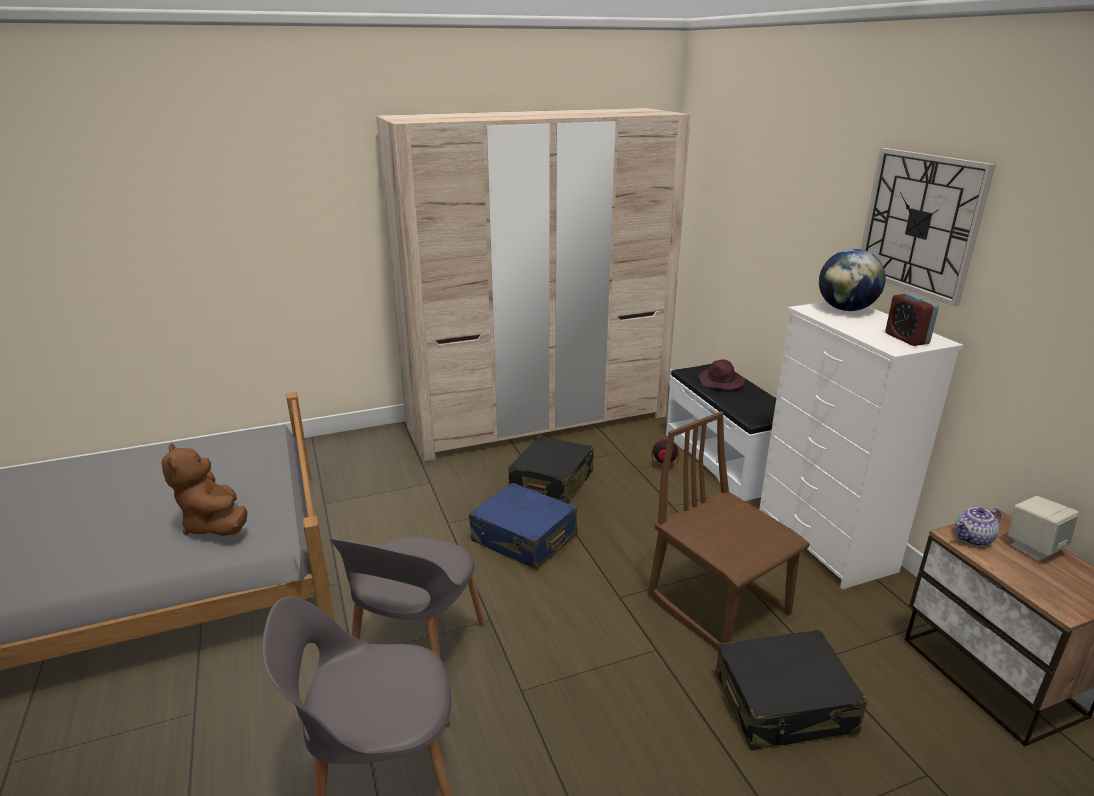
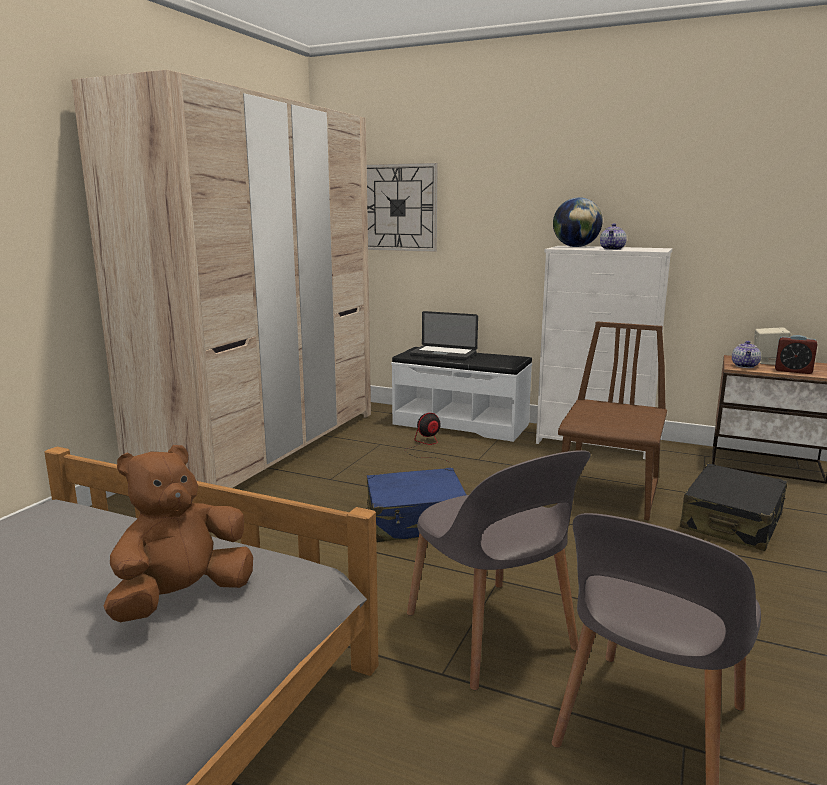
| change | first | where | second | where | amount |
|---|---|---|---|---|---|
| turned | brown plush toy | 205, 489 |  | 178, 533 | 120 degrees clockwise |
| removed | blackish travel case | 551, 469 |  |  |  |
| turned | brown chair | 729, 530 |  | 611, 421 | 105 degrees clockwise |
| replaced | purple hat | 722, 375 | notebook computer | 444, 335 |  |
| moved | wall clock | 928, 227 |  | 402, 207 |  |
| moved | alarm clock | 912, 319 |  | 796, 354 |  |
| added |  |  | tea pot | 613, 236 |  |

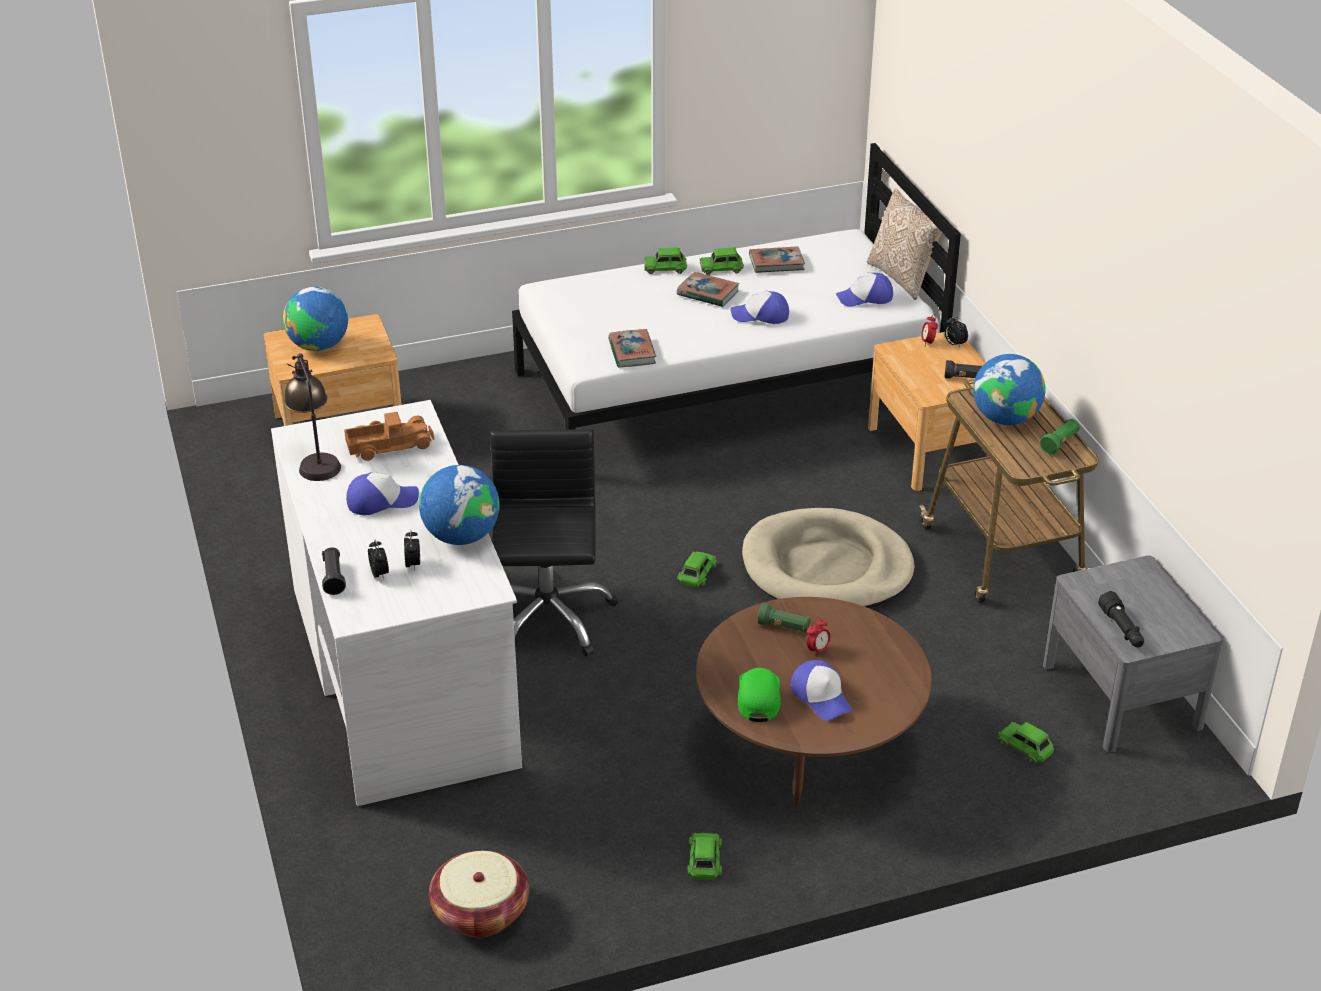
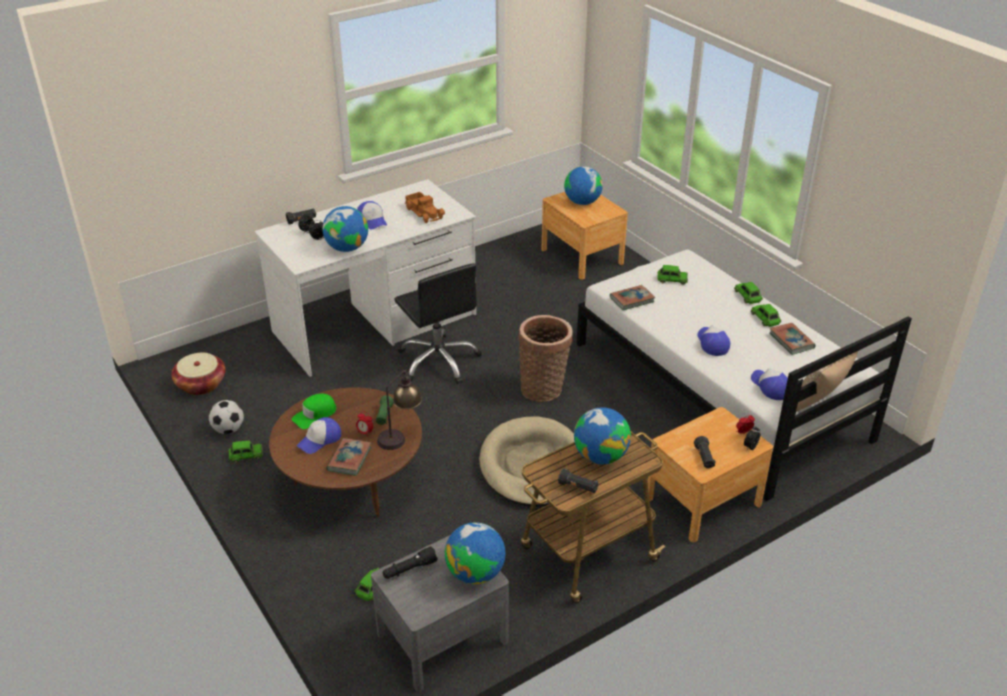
| change | first | where | second | where | amount |
|---|---|---|---|---|---|
| moved | tabletop lamp | 312, 417 |  | 399, 409 |  |
| turned | blackish desk chair | 554, 543 |  | 438, 323 | 75 degrees clockwise |
| moved | volume | 708, 289 |  | 349, 457 |  |
| moved | green model car | 697, 569 |  | 672, 275 |  |
| turned | green baseball cap | 759, 695 |  | 314, 411 | 150 degrees clockwise |
| recoloured | green torch | 1060, 436 | blackish torch | 578, 480 |  |
| added |  |  | football ball | 226, 417 |  |
| added |  |  | desk globe | 475, 553 |  |
| added |  |  | household basket | 545, 358 |  |

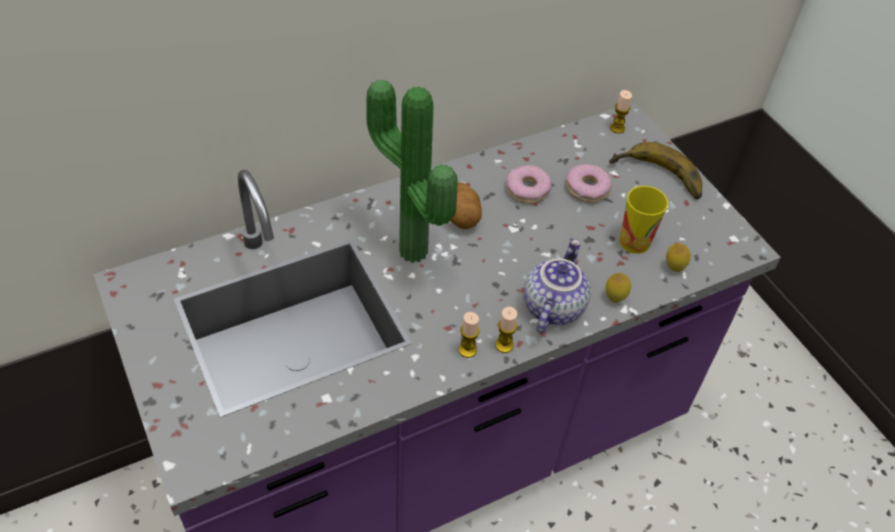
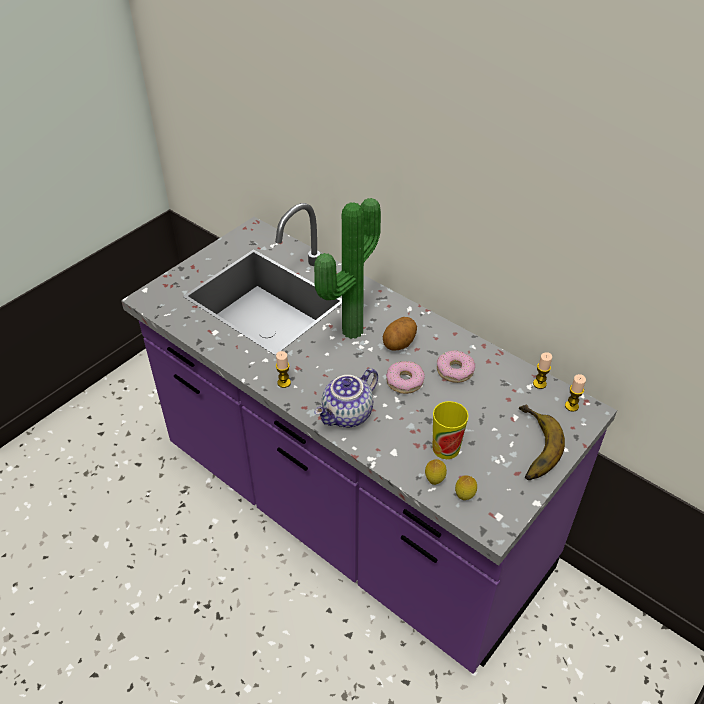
| change | first | where | second | where | amount |
|---|---|---|---|---|---|
| moved | wax light | 506, 330 |  | 542, 370 |  |
| turned | tea pot | 557, 286 |  | 346, 397 | 135 degrees clockwise |
| moved | ring doughnut | 589, 183 |  | 405, 377 |  |
| moved | lemon | 618, 288 |  | 466, 487 |  |

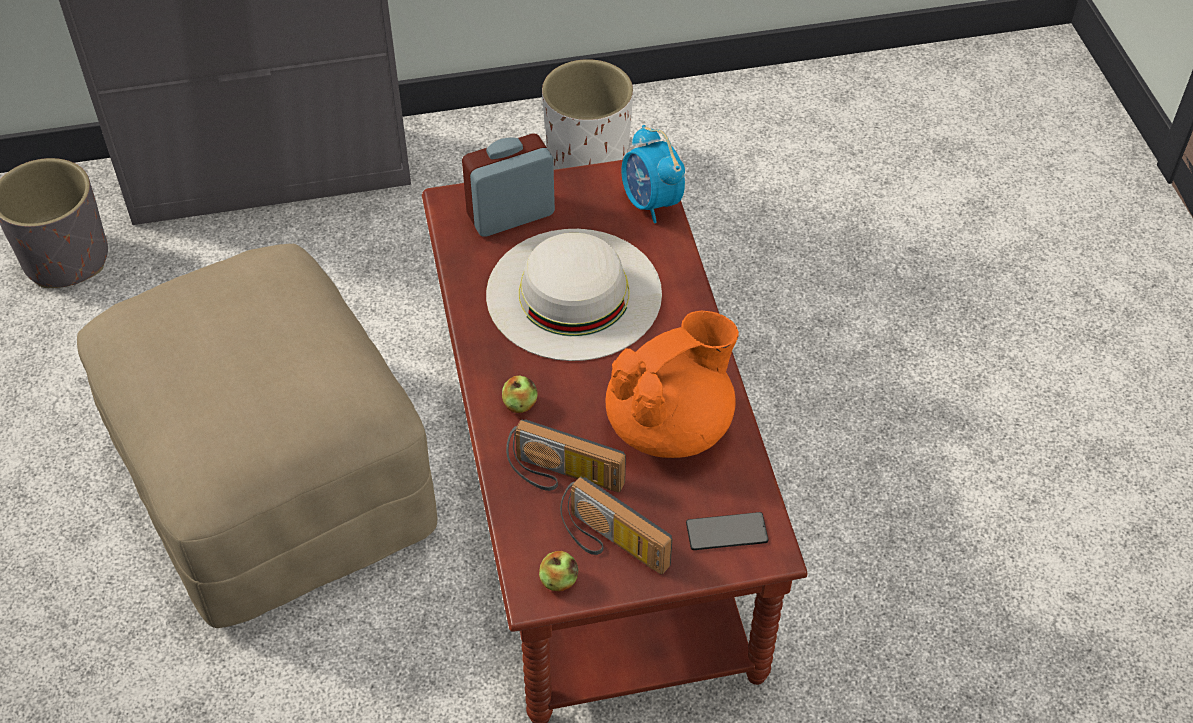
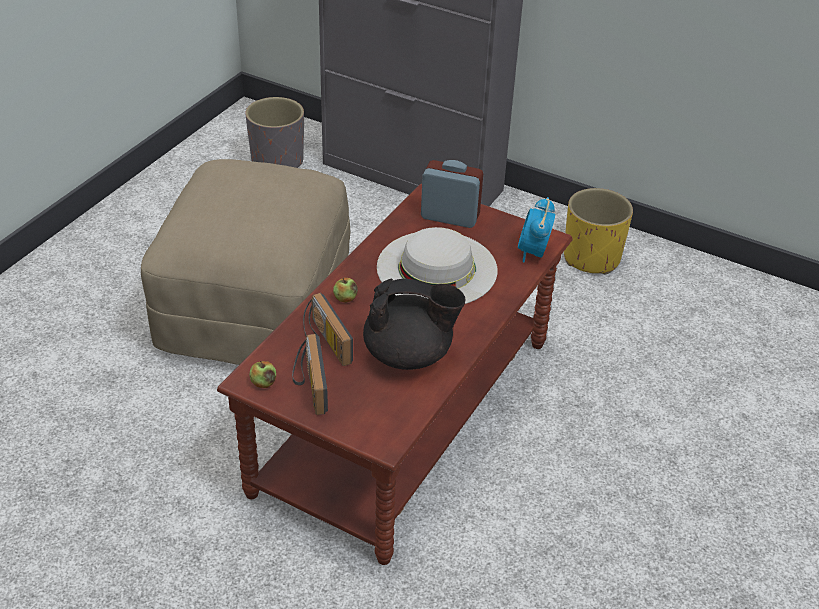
| change | first | where | second | where | amount |
|---|---|---|---|---|---|
| recoloured | white-coloured planter | 587, 114 | yellow-coloured planter | 598, 231 |  |
| recoloured | orange-coloured tea pot | 672, 384 | blackish tea pot | 414, 324 |  |
| removed | phone | 727, 531 |  |  |  |

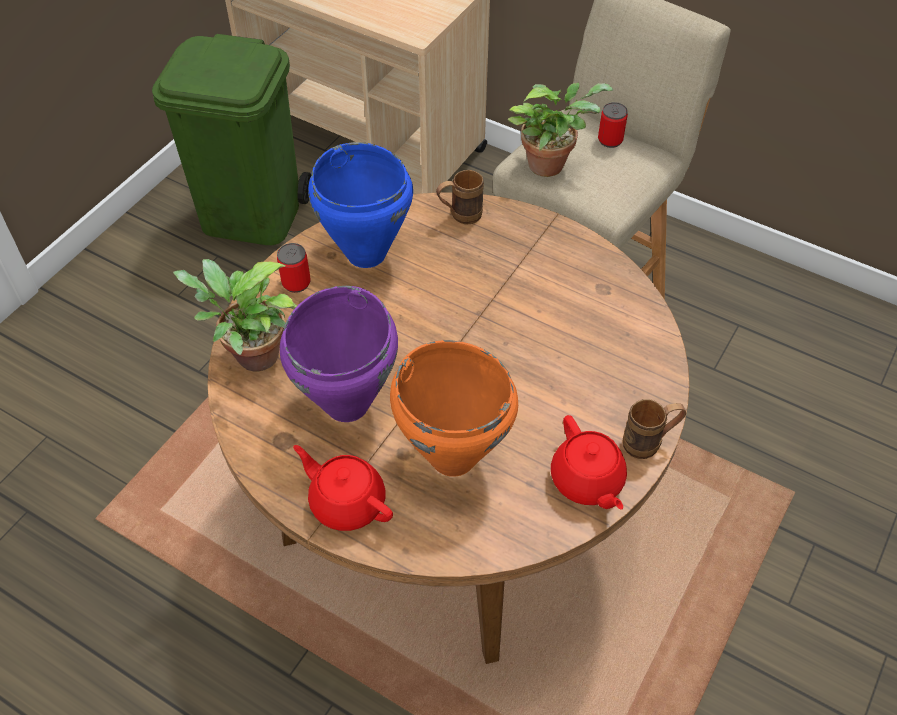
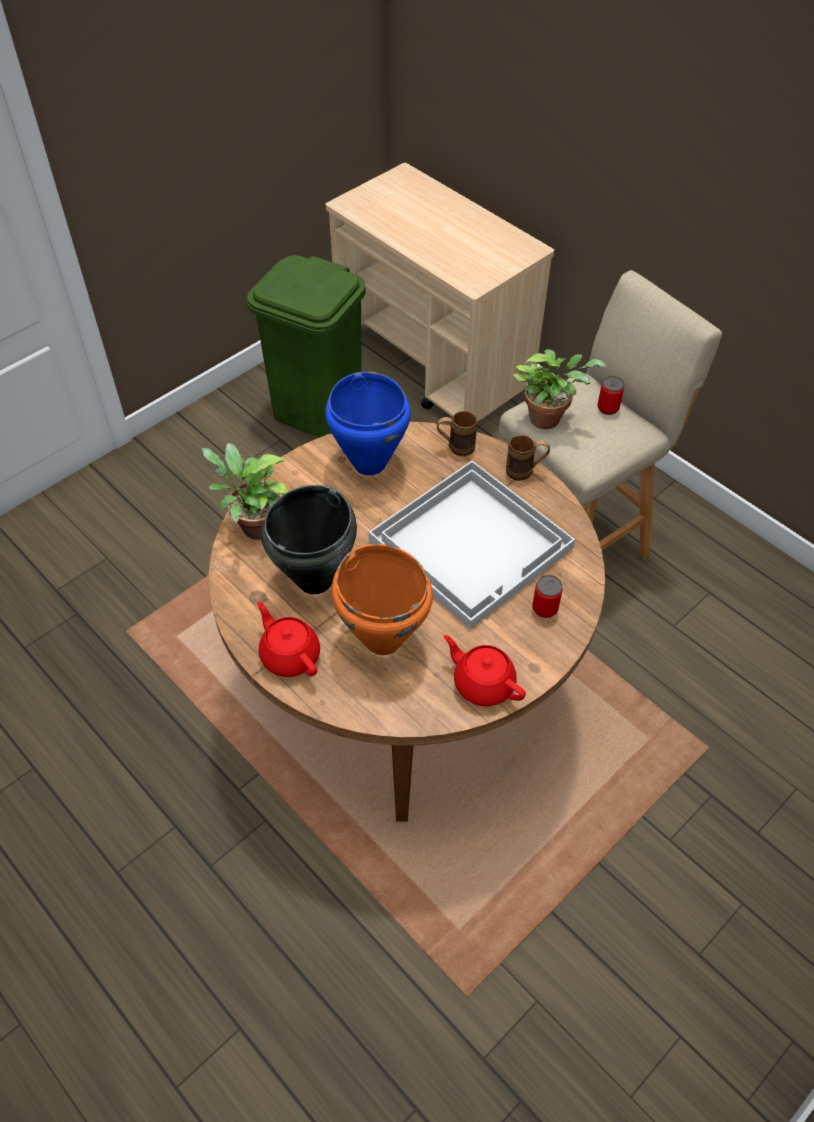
| change | first | where | second | where | amount |
|---|---|---|---|---|---|
| moved | sealed can | 294, 268 |  | 547, 596 |  |
| recoloured | purple cooking pot | 339, 354 | blackish cooking pot | 309, 539 |  |
| turned | red tea pot | 589, 462 |  | 485, 670 | 135 degrees clockwise |
| moved | brown coffee mug | 654, 429 |  | 528, 458 |  |
| added |  |  | white-coloured tray | 472, 545 |  |

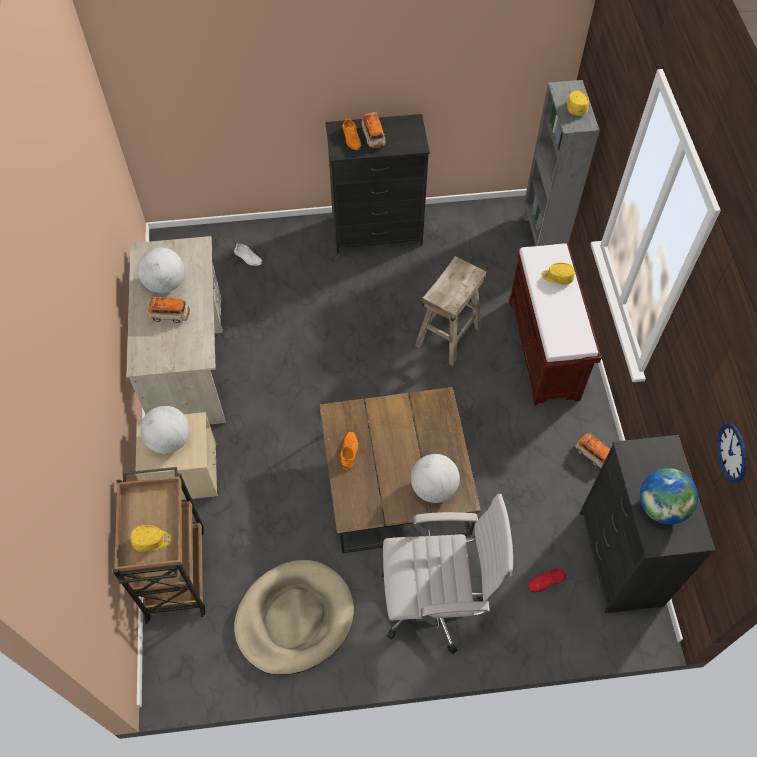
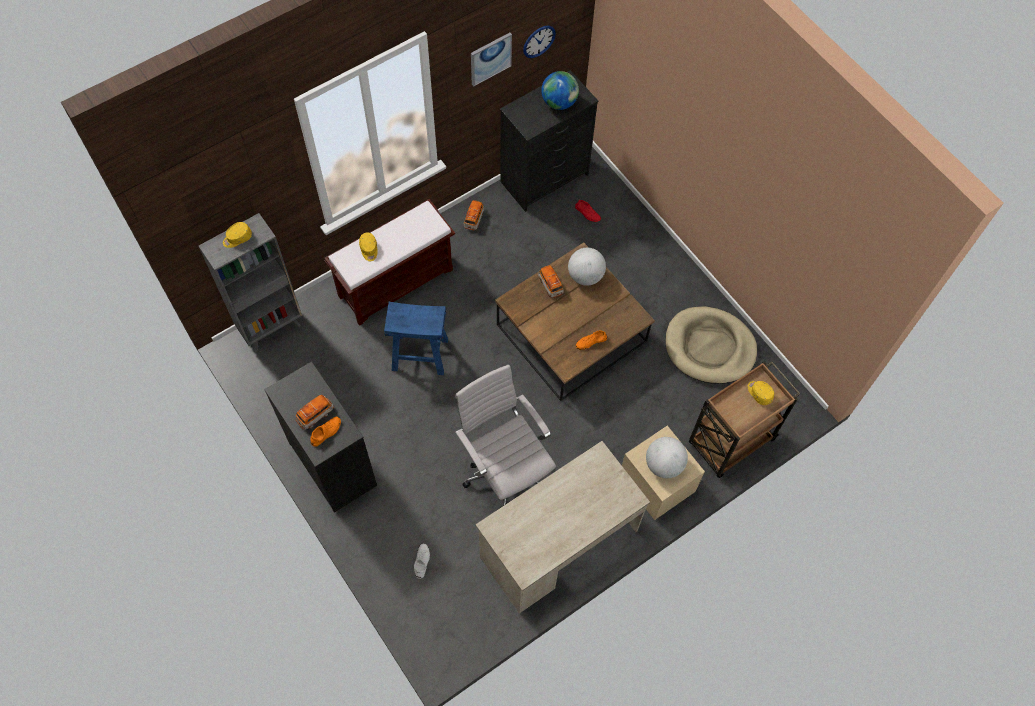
| change | first | where | second | where | amount |
|---|---|---|---|---|---|
| removed | desk globe | 161, 270 |  |  |  |
| moved | model car | 169, 310 |  | 551, 281 |  |
| moved | white-coloured desk chair | 447, 574 |  | 505, 435 |  |
| recoloured | beige-coloured stool seat | 451, 311 | blue-coloured stool seat | 416, 338 |  |
| added |  |  | wall art | 491, 59 |  |

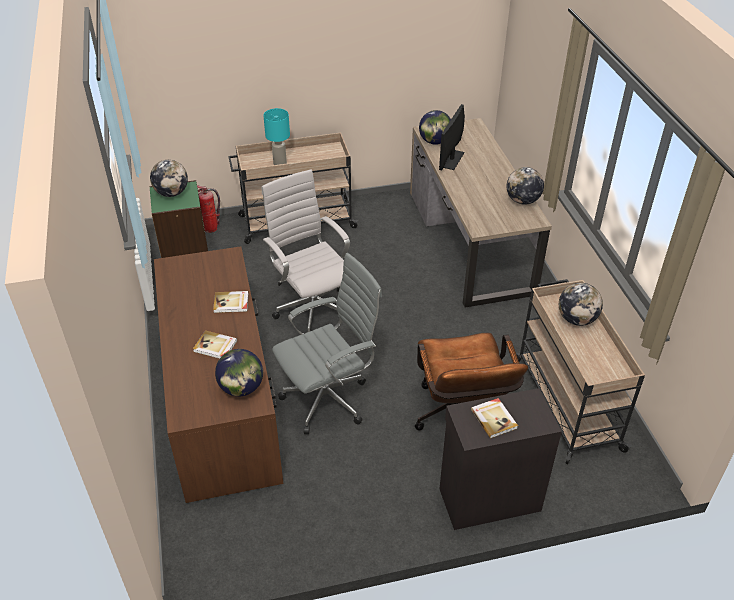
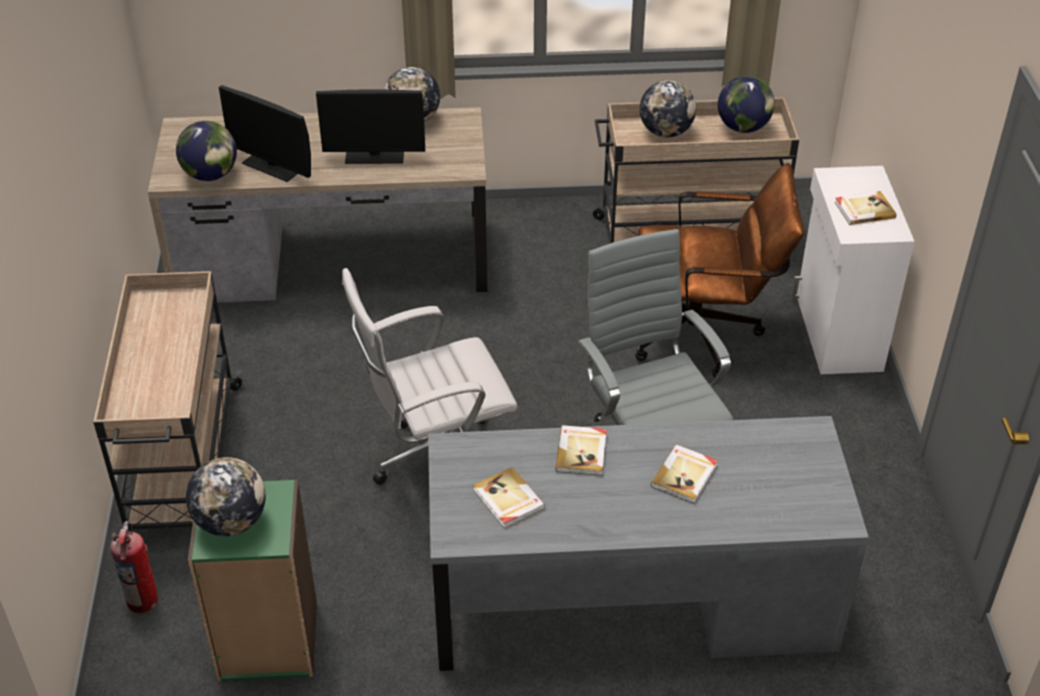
| change | first | where | second | where | amount |
|---|---|---|---|---|---|
| recoloured | brown desk | 218, 374 | grey desk | 648, 543 |  |
| moved | desk globe | 239, 372 |  | 746, 104 |  |
| removed | blue-green tabletop lamp | 276, 136 |  |  |  |
| recoloured | blackish cabinet | 500, 459 | white-coloured cabinet | 853, 270 |  |
| added |  |  | computer display | 370, 126 |  |
| added |  |  | volume | 509, 497 |  |

